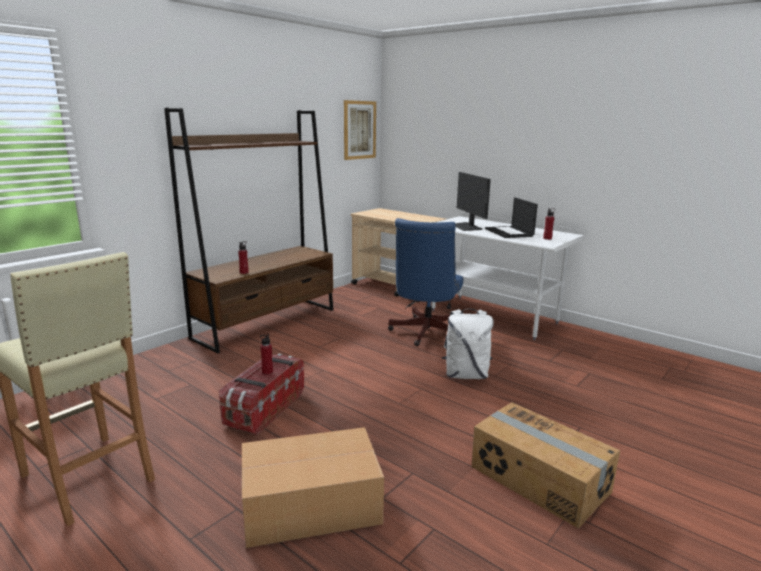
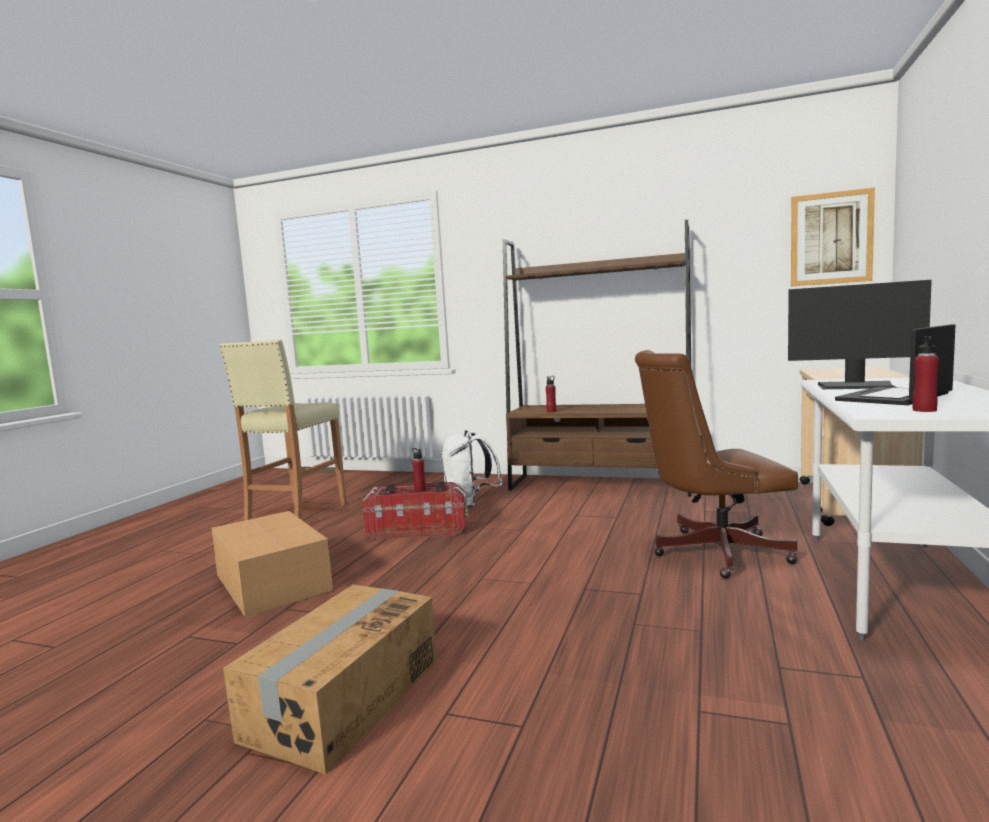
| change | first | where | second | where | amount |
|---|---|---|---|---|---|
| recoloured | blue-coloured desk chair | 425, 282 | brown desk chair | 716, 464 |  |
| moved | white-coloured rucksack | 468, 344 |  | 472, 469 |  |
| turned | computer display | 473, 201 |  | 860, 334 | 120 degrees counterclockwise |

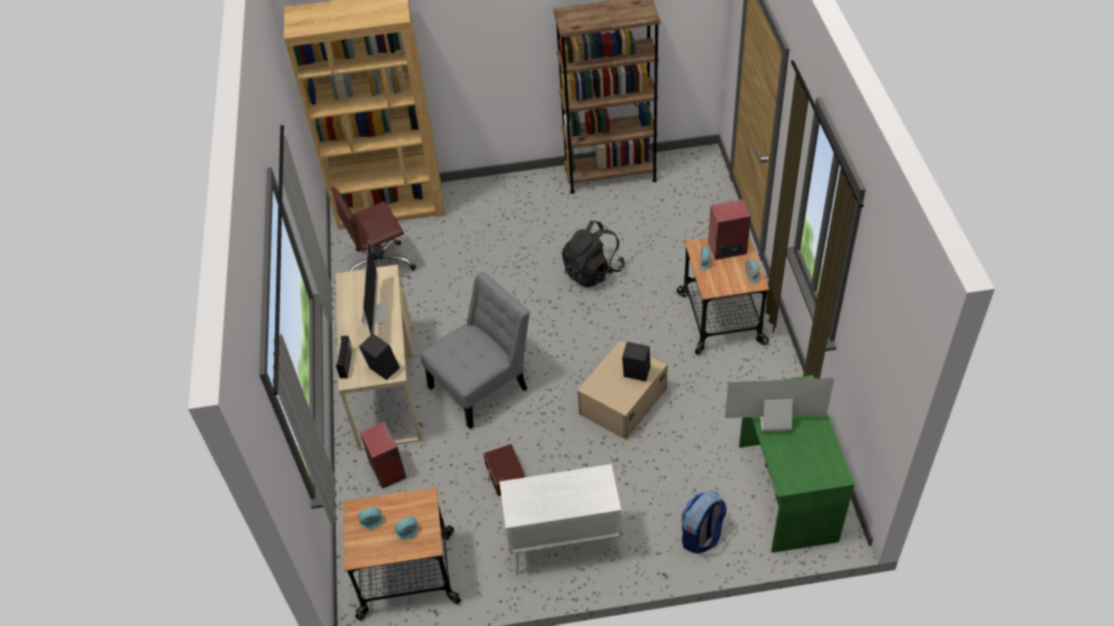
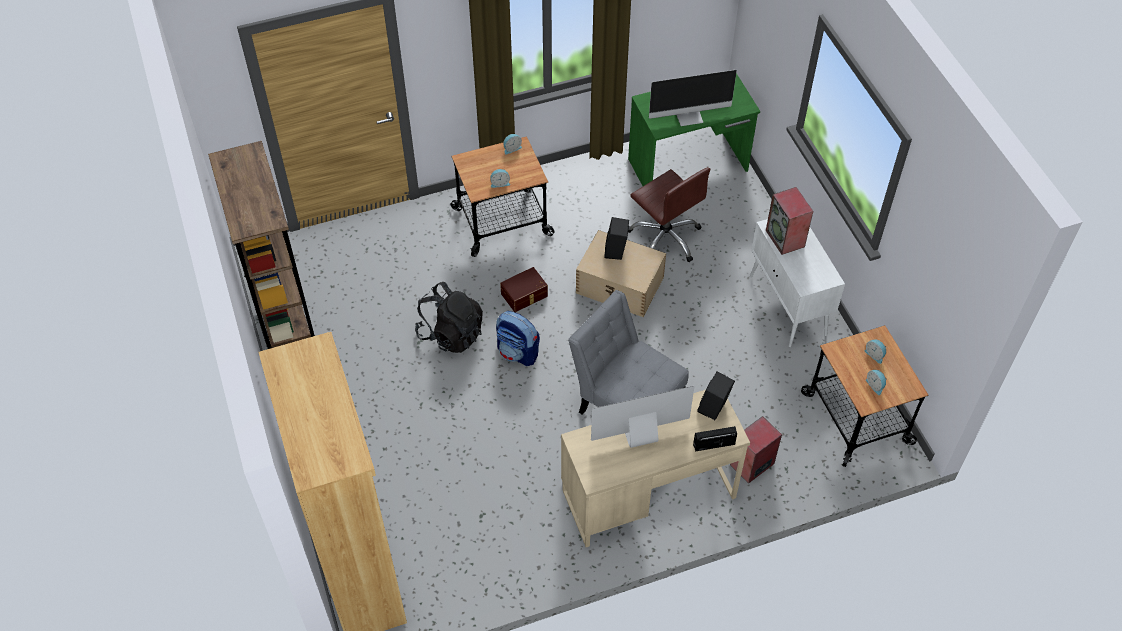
| change | first | where | second | where | amount |
|---|---|---|---|---|---|
| moved | brown desk chair | 373, 229 |  | 669, 214 |  |
| moved | brown storage bin | 504, 470 |  | 524, 289 |  |
| moved | rucksack | 704, 522 |  | 518, 338 |  |
| moved | audio speaker | 729, 229 |  | 789, 221 |  |
| turned | computer display | 779, 405 |  | 693, 98 | 90 degrees counterclockwise |

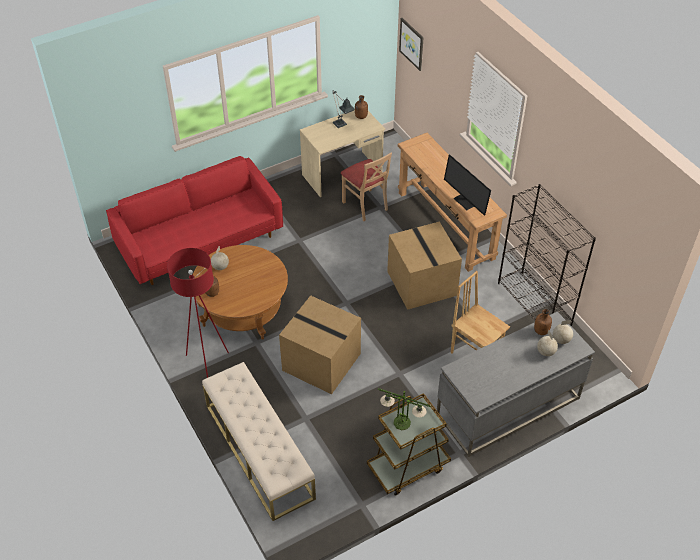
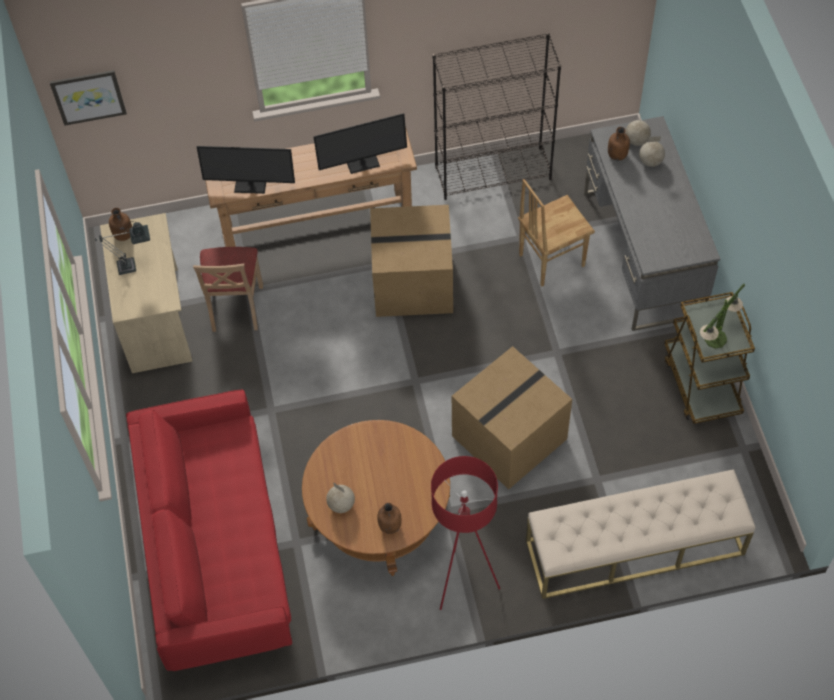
| change | first | where | second | where | amount |
|---|---|---|---|---|---|
| turned | beige-coloured chair | 366, 187 |  | 228, 289 | 105 degrees clockwise |
| added |  |  | computer display | 246, 170 |  |

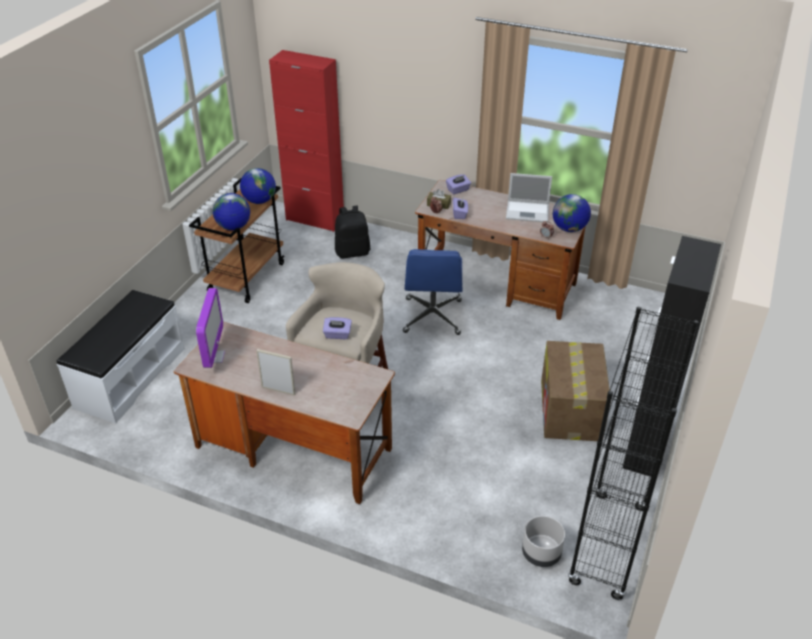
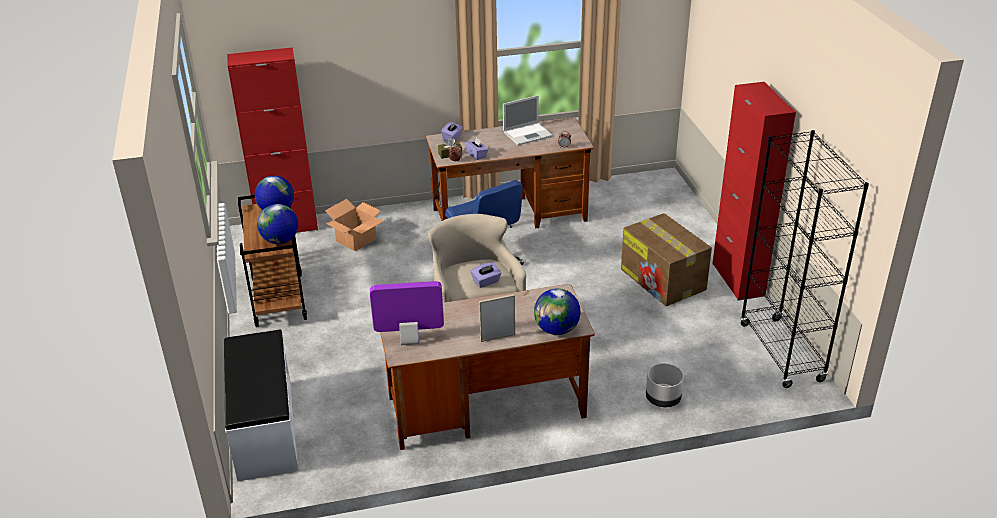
| change | first | where | second | where | amount |
|---|---|---|---|---|---|
| turned | computer display | 210, 328 |  | 407, 313 | 60 degrees counterclockwise |
| replaced | blackish rucksack | 353, 232 | packing box | 354, 225 |  |
| moved | grey planter | 543, 541 |  | 665, 385 |  |
| moved | desk globe | 572, 213 |  | 557, 311 |  |
| recoloured | blackish cabinet | 672, 356 | red cabinet | 754, 191 |  |

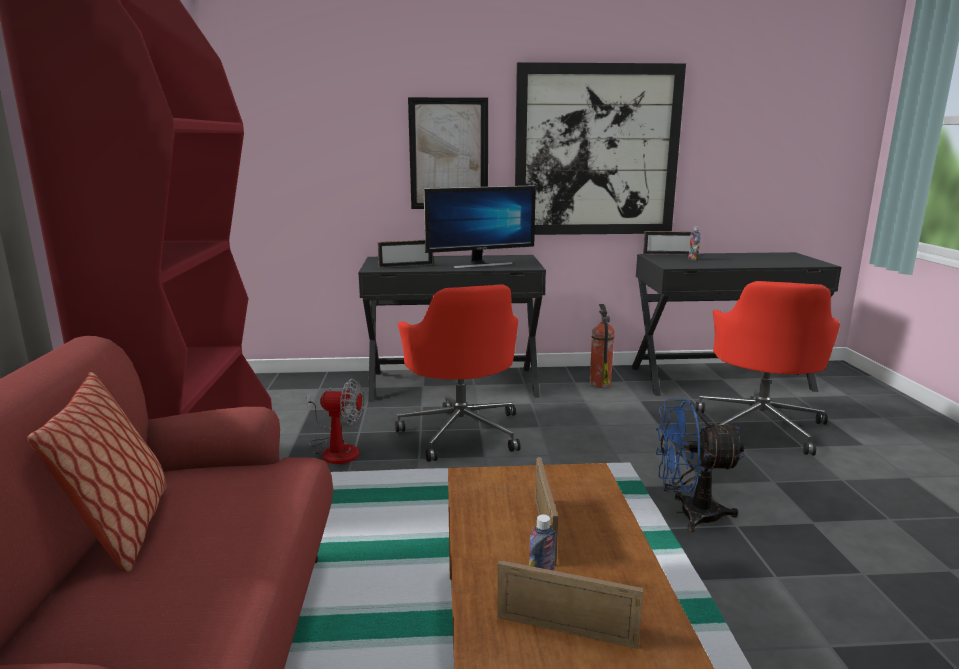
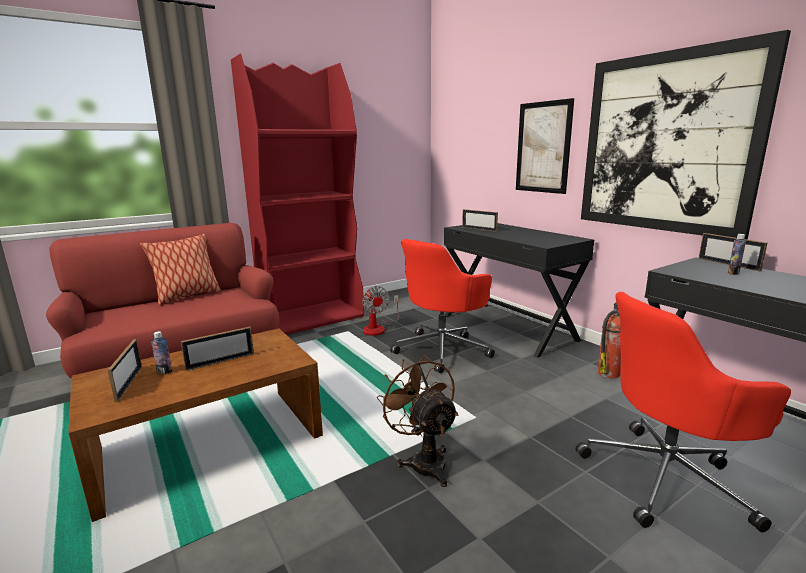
| change | first | where | second | where | amount |
|---|---|---|---|---|---|
| removed | computer display | 479, 227 |  |  |  |
| recoloured | blue-coloured electric fan | 700, 465 | brown electric fan | 418, 421 |  |

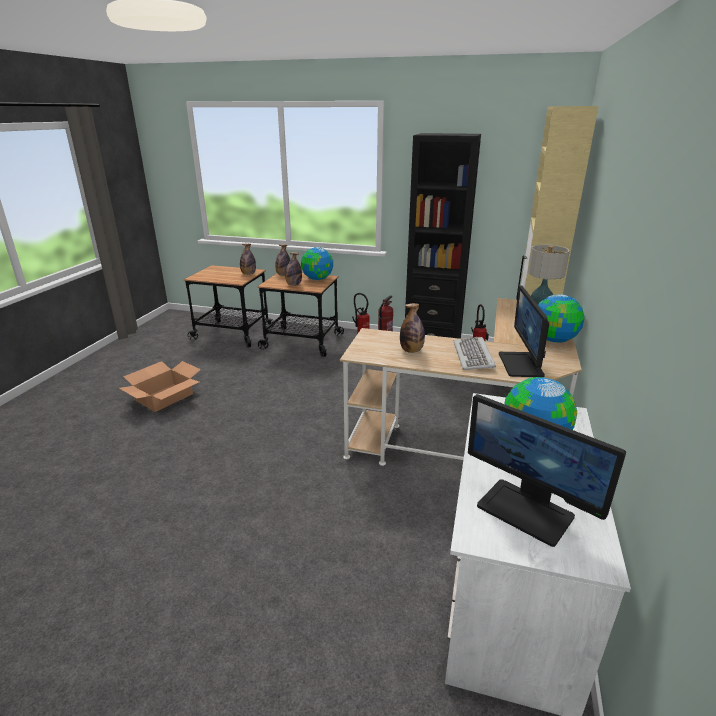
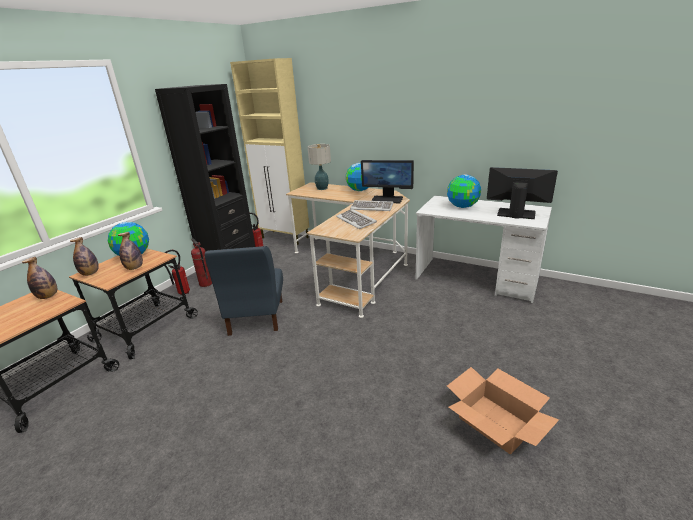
| change | first | where | second | where | amount |
|---|---|---|---|---|---|
| moved | packing box | 160, 386 |  | 503, 410 |  |
| replaced | bottle | 412, 328 | keyboard | 356, 219 |  |
| turned | computer display | 547, 470 |  | 522, 193 | 120 degrees counterclockwise |
| added |  |  | blue-coloured chair | 244, 291 |  |

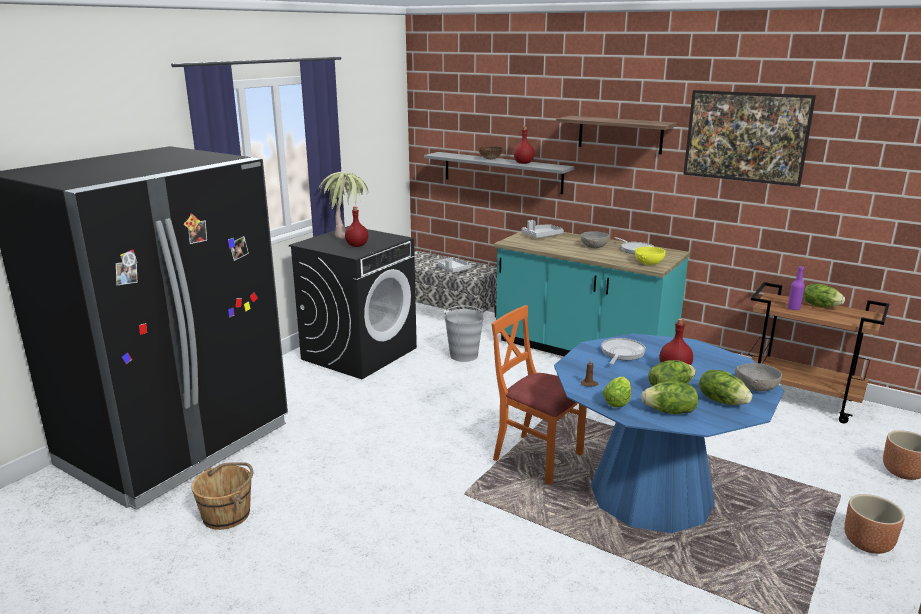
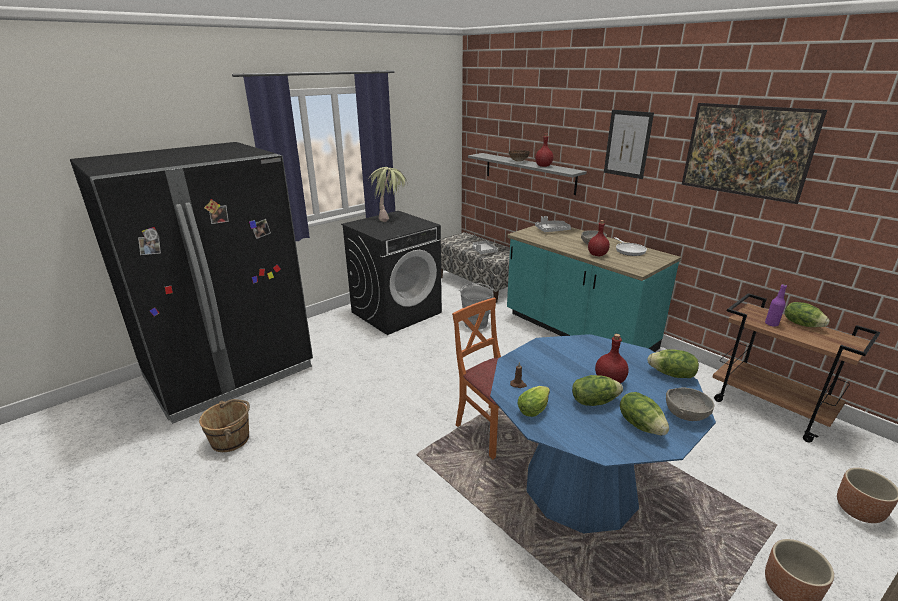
| change | first | where | second | where | amount |
|---|---|---|---|---|---|
| moved | red bottle | 356, 227 |  | 599, 238 |  |
| replaced | shelf | 616, 135 | wall art | 629, 144 |  |
| removed | skillet | 623, 351 |  |  |  |
| removed | yellow-coloured serving bowl | 650, 256 |  |  |  |
| moved | head of lettuce | 669, 397 |  | 673, 363 |  |

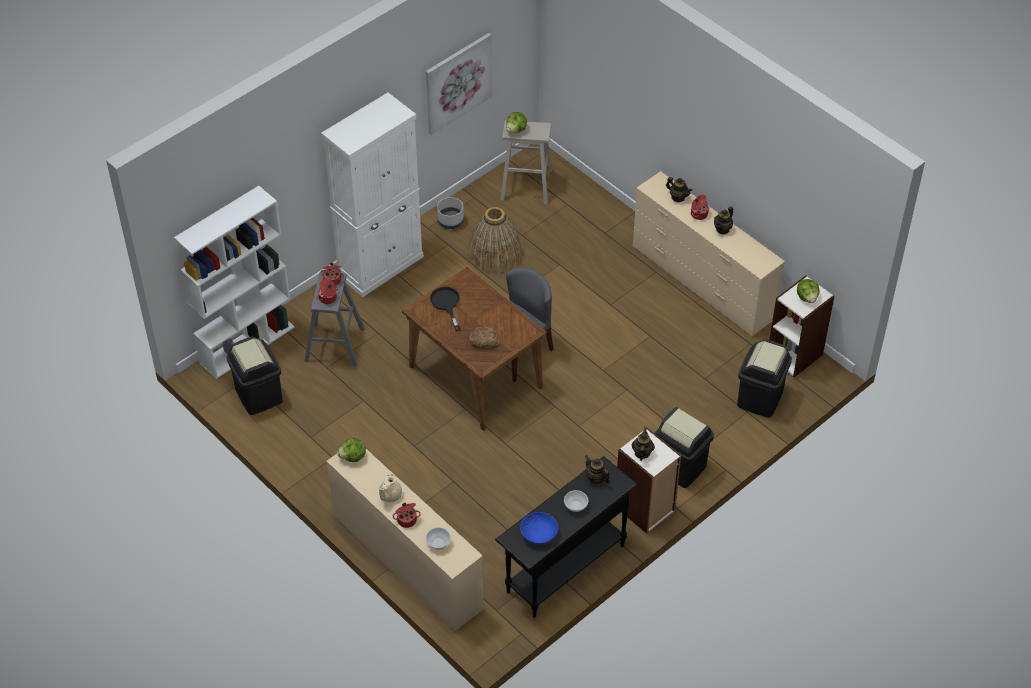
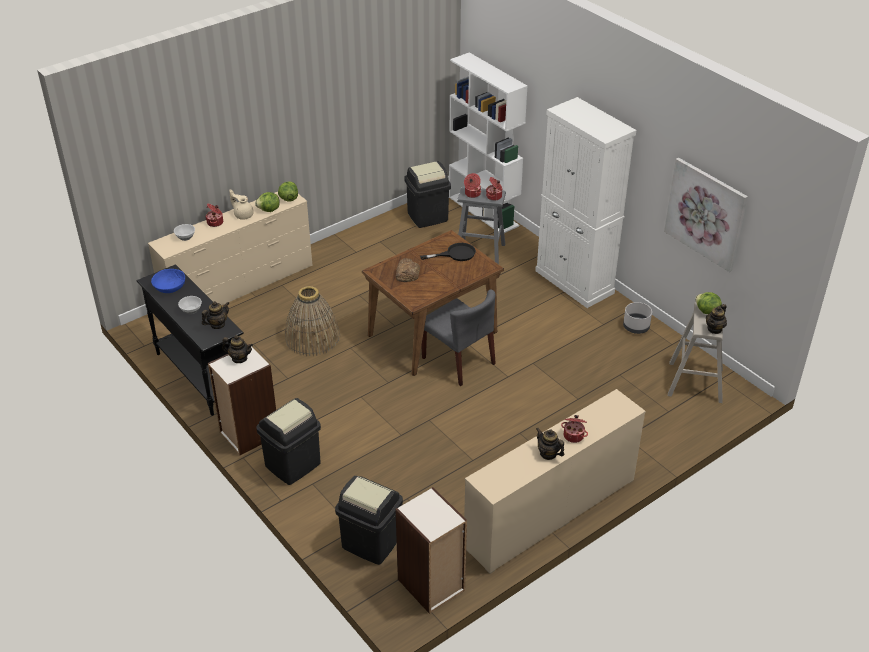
| change | first | where | second | where | amount |
|---|---|---|---|---|---|
| moved | household basket | 495, 241 |  | 312, 321 |  |
| moved | tea pot | 679, 189 |  | 716, 319 |  |
| moved | head of lettuce | 808, 291 |  | 267, 202 |  |

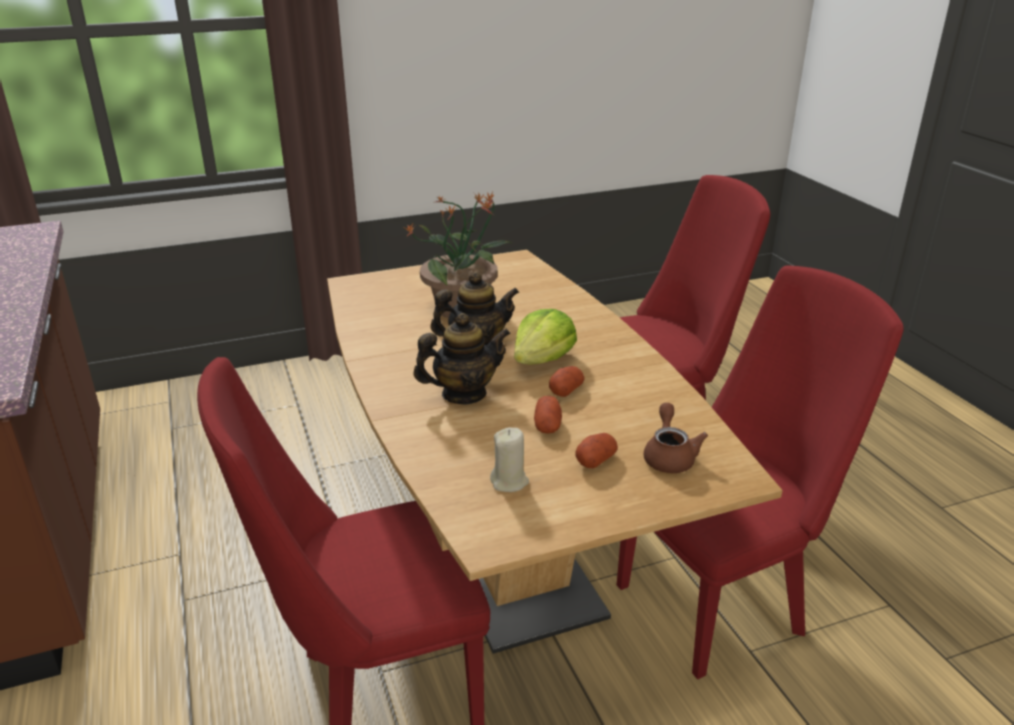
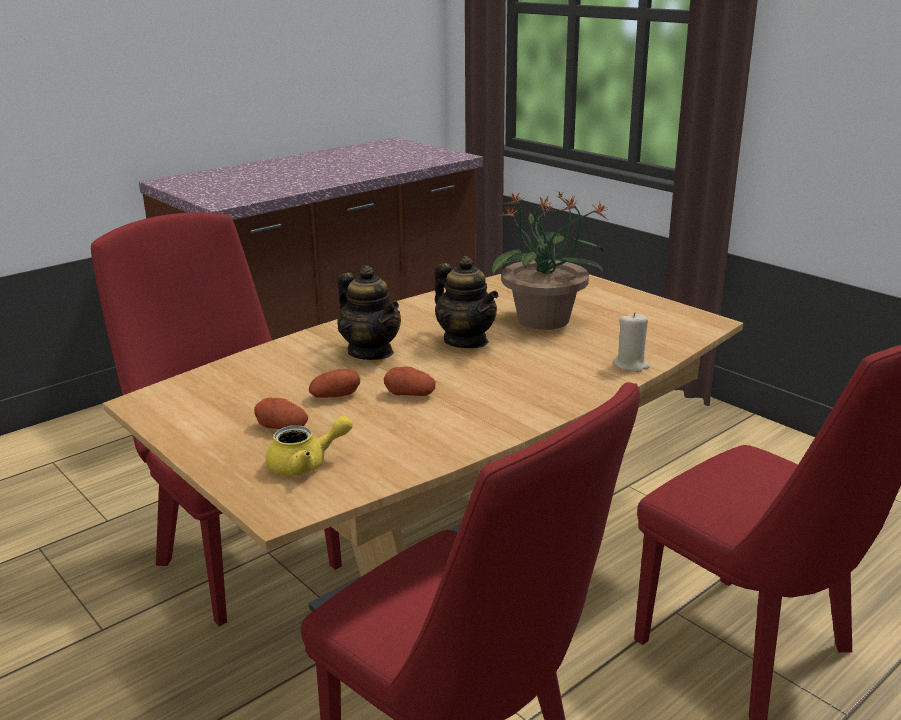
| change | first | where | second | where | amount |
|---|---|---|---|---|---|
| moved | beige-coloured wax light | 509, 459 |  | 631, 342 |  |
| removed | head of lettuce | 545, 336 |  |  |  |
| recoloured | brown tea pot | 676, 438 | yellow-coloured tea pot | 309, 445 |  |

